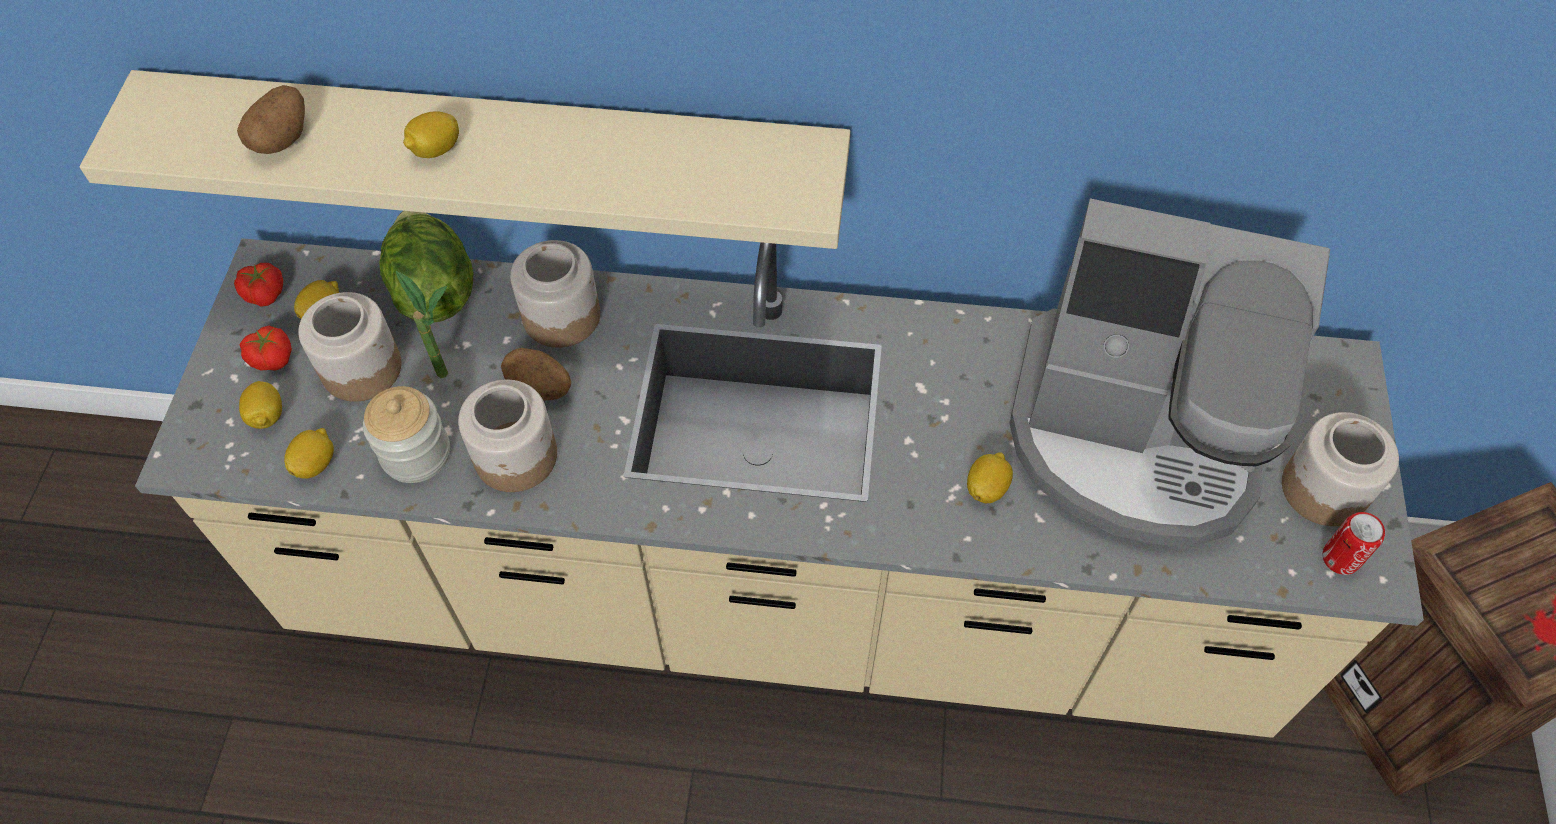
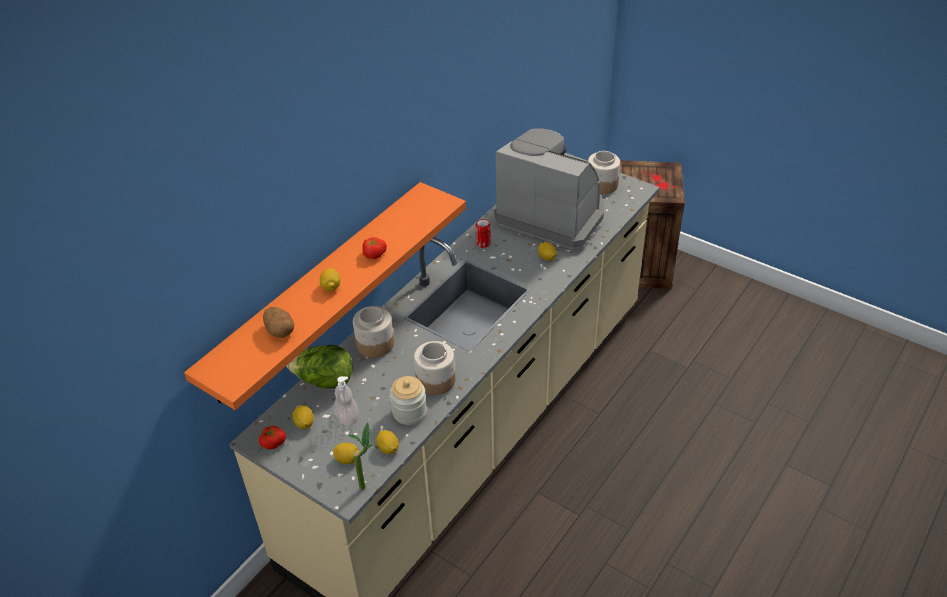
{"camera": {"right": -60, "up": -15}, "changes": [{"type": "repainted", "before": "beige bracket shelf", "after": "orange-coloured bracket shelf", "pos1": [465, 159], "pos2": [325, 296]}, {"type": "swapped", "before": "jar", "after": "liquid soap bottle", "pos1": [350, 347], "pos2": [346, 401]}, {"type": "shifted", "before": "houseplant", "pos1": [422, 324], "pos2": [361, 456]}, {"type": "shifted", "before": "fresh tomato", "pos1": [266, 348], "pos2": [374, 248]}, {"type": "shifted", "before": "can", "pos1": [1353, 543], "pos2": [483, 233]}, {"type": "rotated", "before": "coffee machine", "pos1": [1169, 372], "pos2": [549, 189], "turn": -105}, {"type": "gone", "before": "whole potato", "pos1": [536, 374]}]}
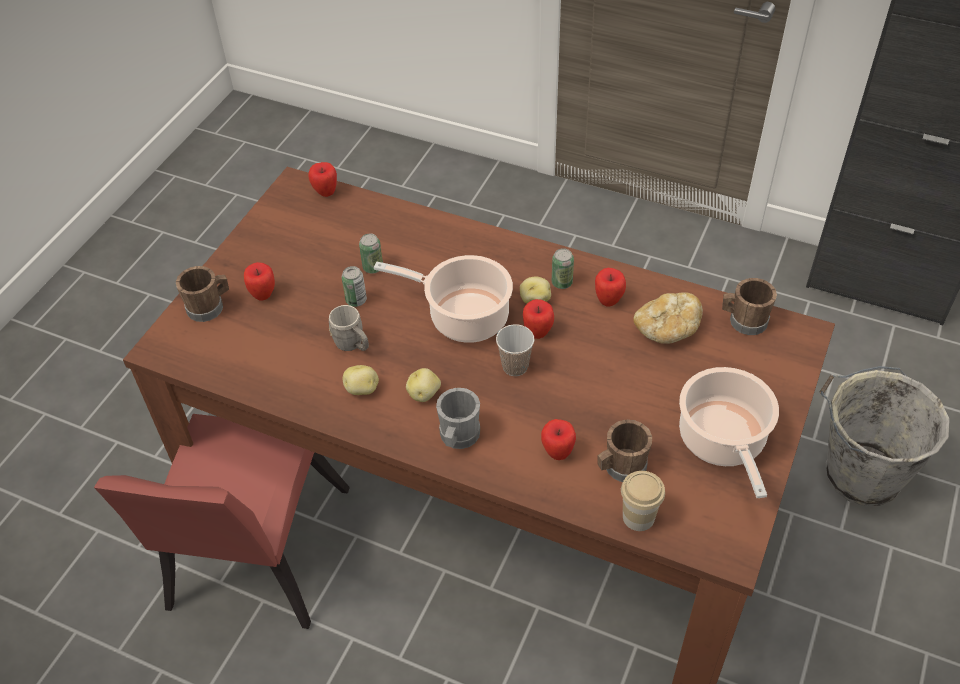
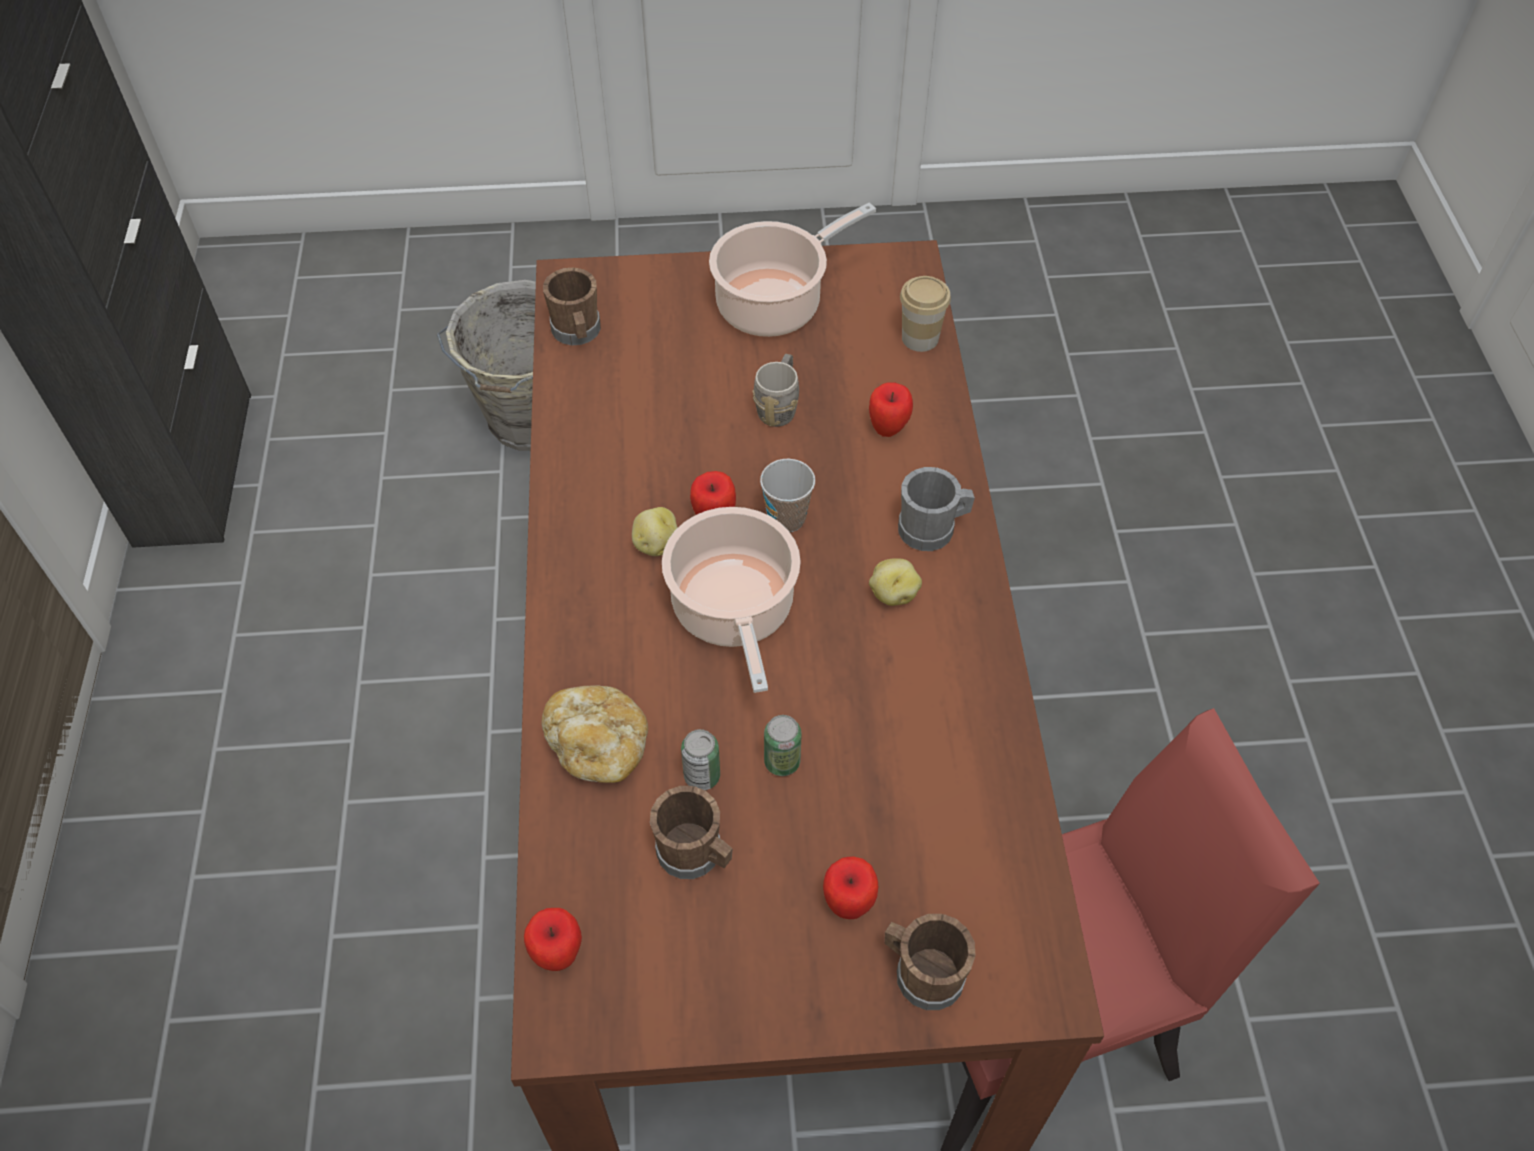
{"camera": {"right": -120, "up": 5}, "changes": [{"type": "shifted", "before": "bakery bread", "pos1": [668, 318], "pos2": [594, 734]}, {"type": "shifted", "before": "brown-coloured tea mug", "pos1": [625, 451], "pos2": [691, 832]}, {"type": "shifted", "before": "grey tea mug", "pos1": [349, 328], "pos2": [775, 390]}, {"type": "gone", "before": "whole potato", "pos1": [361, 380]}, {"type": "gone", "before": "can", "pos1": [563, 268]}, {"type": "gone", "before": "apple", "pos1": [610, 287]}]}
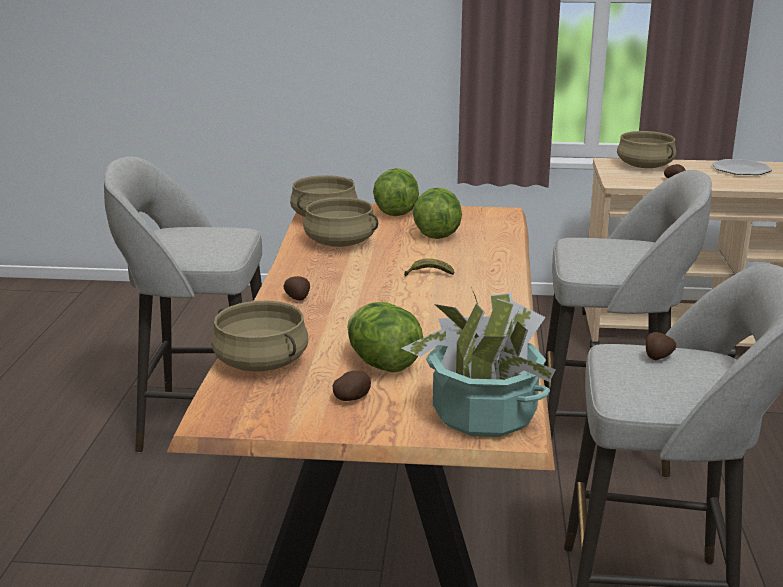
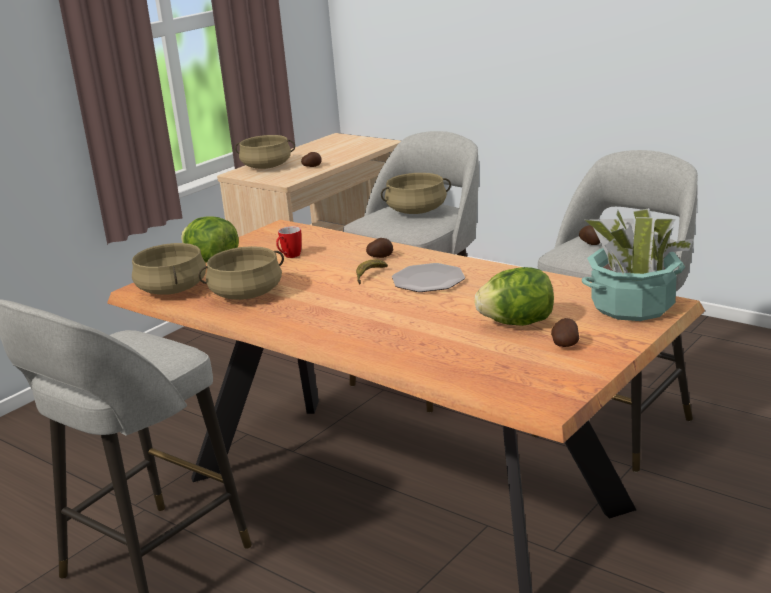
{"camera": {"right": -55, "up": 0}, "changes": [{"type": "swapped", "before": "head of lettuce", "after": "tea mug", "pos1": [437, 213], "pos2": [289, 242]}, {"type": "shifted", "before": "whole potato", "pos1": [297, 288], "pos2": [379, 248]}, {"type": "shifted", "before": "beige stockpot", "pos1": [259, 336], "pos2": [416, 193]}, {"type": "shifted", "before": "flat dish", "pos1": [742, 167], "pos2": [428, 277]}]}
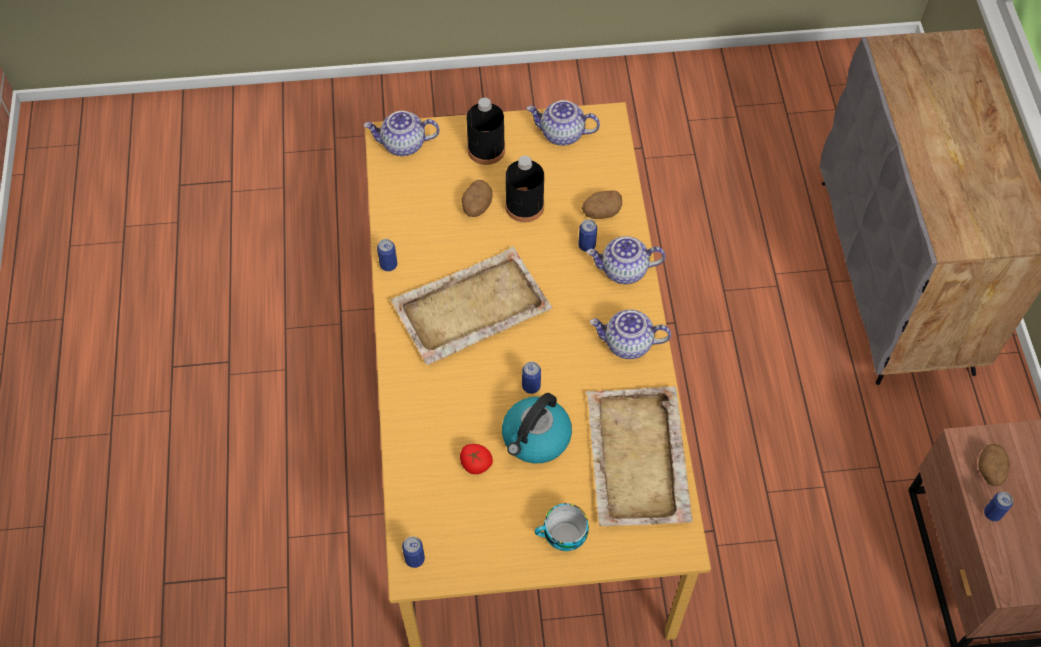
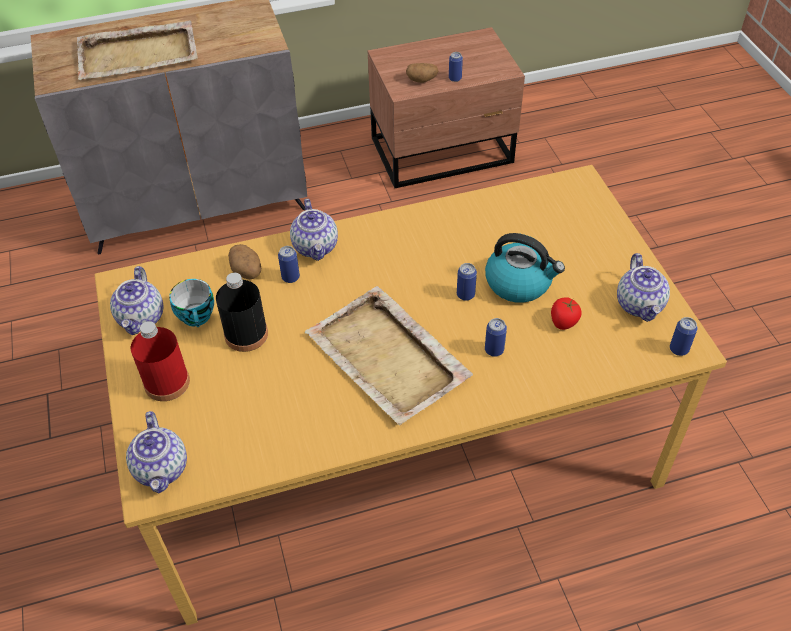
{"camera": {"right": -100, "up": -10}, "changes": [{"type": "shifted", "before": "beige tray", "pos1": [639, 456], "pos2": [137, 50]}, {"type": "repainted", "before": "blackish drink bottle", "after": "reddish drink bottle", "pos1": [485, 131], "pos2": [160, 361]}, {"type": "shifted", "before": "small cup", "pos1": [561, 527], "pos2": [191, 303]}, {"type": "shifted", "before": "can", "pos1": [387, 255], "pos2": [496, 337]}, {"type": "shifted", "before": "pot for tea", "pos1": [630, 334], "pos2": [643, 287]}, {"type": "gone", "before": "whole potato", "pos1": [477, 198]}]}
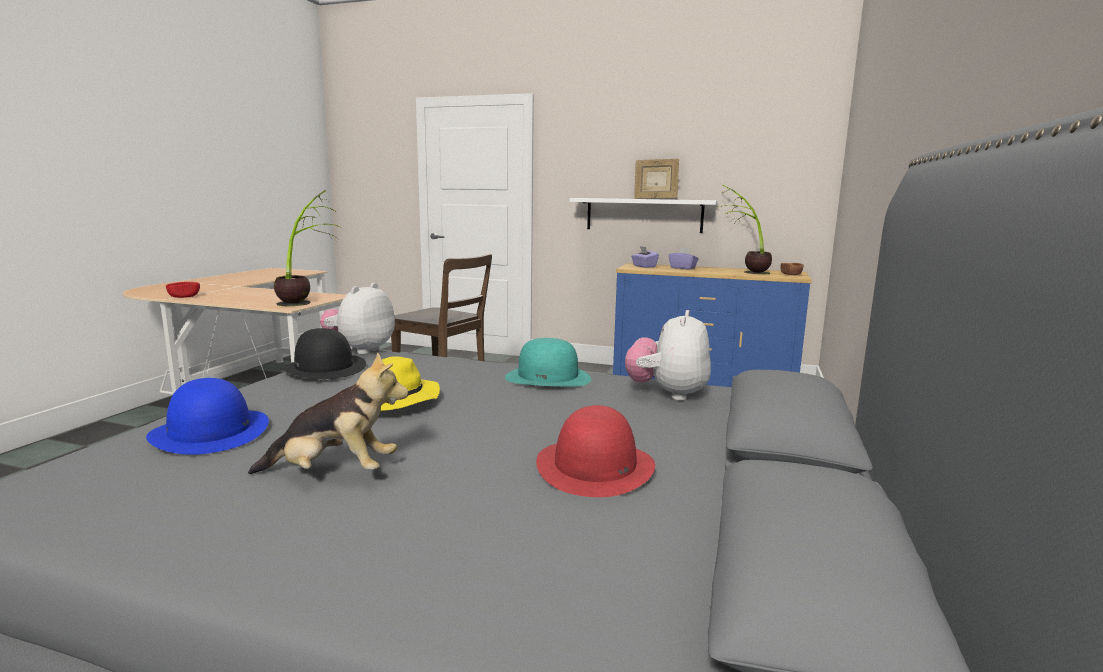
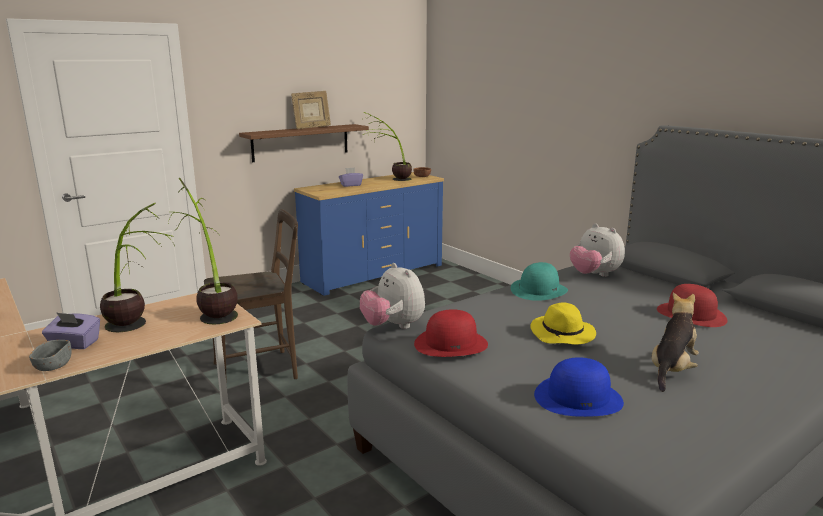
{"camera": {"right": -55, "up": 5}, "changes": [{"type": "repainted", "before": "reddish bowl", "after": "grey bowl", "pos1": [183, 290], "pos2": [50, 355]}, {"type": "shifted", "before": "purplish tissue holder", "pos1": [645, 257], "pos2": [71, 330]}, {"type": "new", "after": "houseplant", "pos2": [137, 267]}, {"type": "repainted", "before": "white-coloured bracket shelf", "after": "brown-coloured bracket shelf", "pos1": [643, 215], "pos2": [304, 143]}, {"type": "repainted", "before": "blackish clothing hat", "after": "reddish clothing hat", "pos1": [323, 353], "pos2": [451, 333]}]}
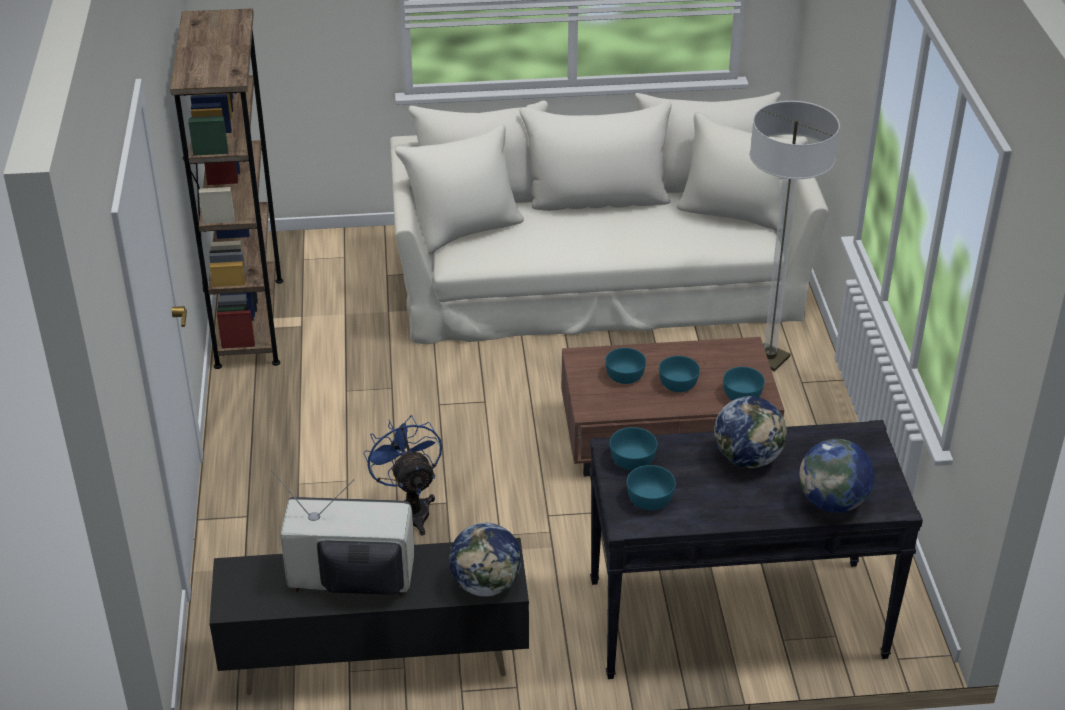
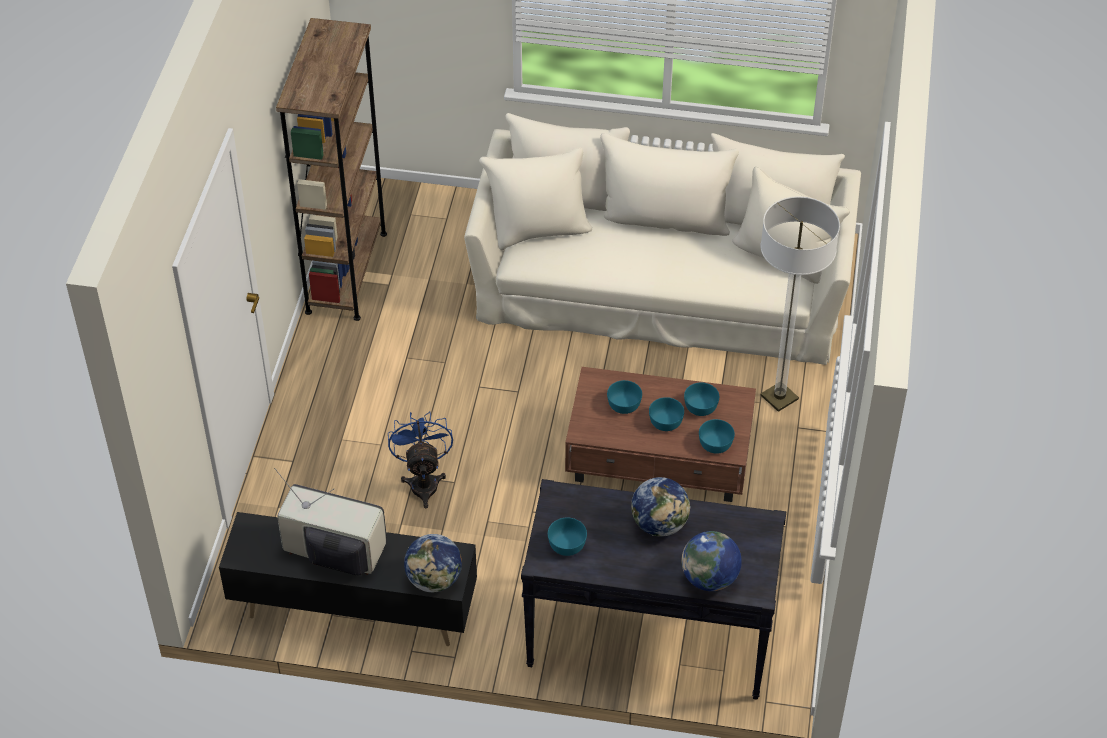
{"camera": {"right": 15, "up": 10}, "changes": [{"type": "shifted", "before": "turquoise bowl", "pos1": [633, 449], "pos2": [701, 399]}]}
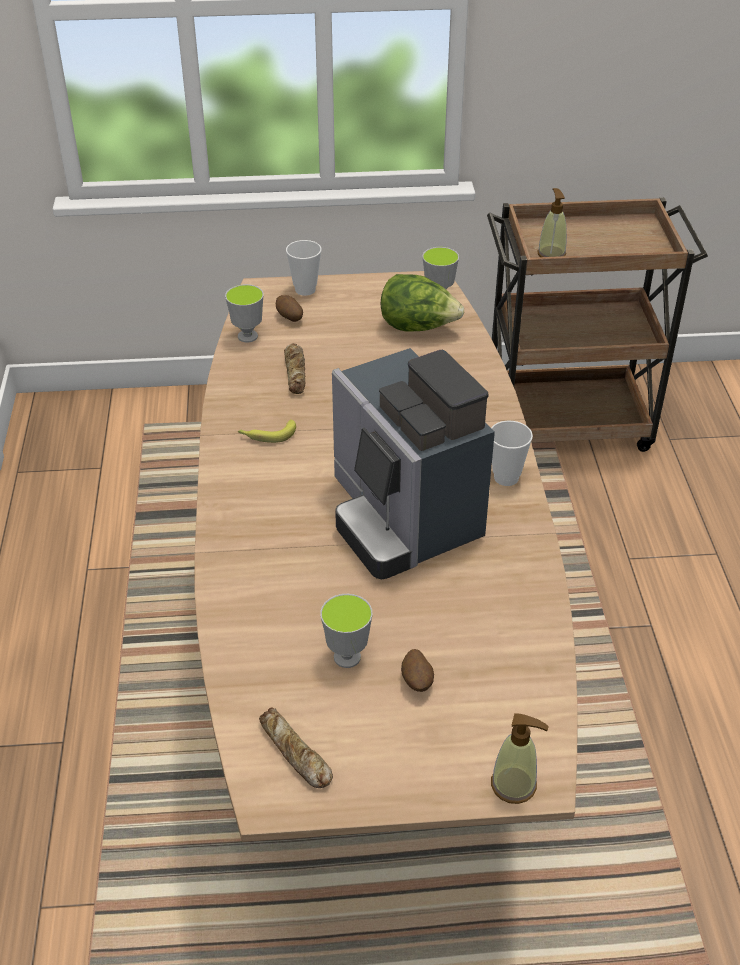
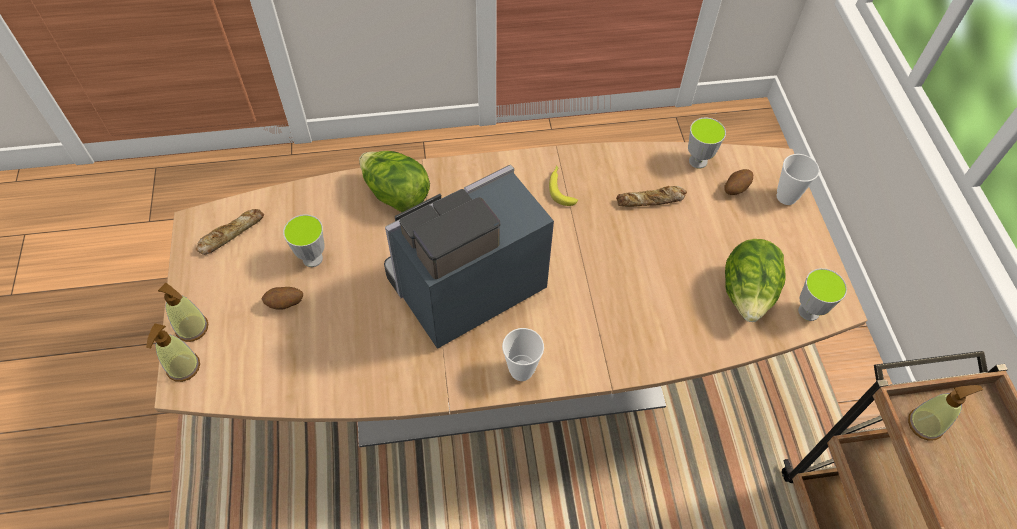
{"camera": {"right": 85, "up": 15}, "changes": [{"type": "new", "after": "liquid soap bottle", "pos2": [183, 312]}, {"type": "new", "after": "head of lettuce", "pos2": [394, 181]}]}
